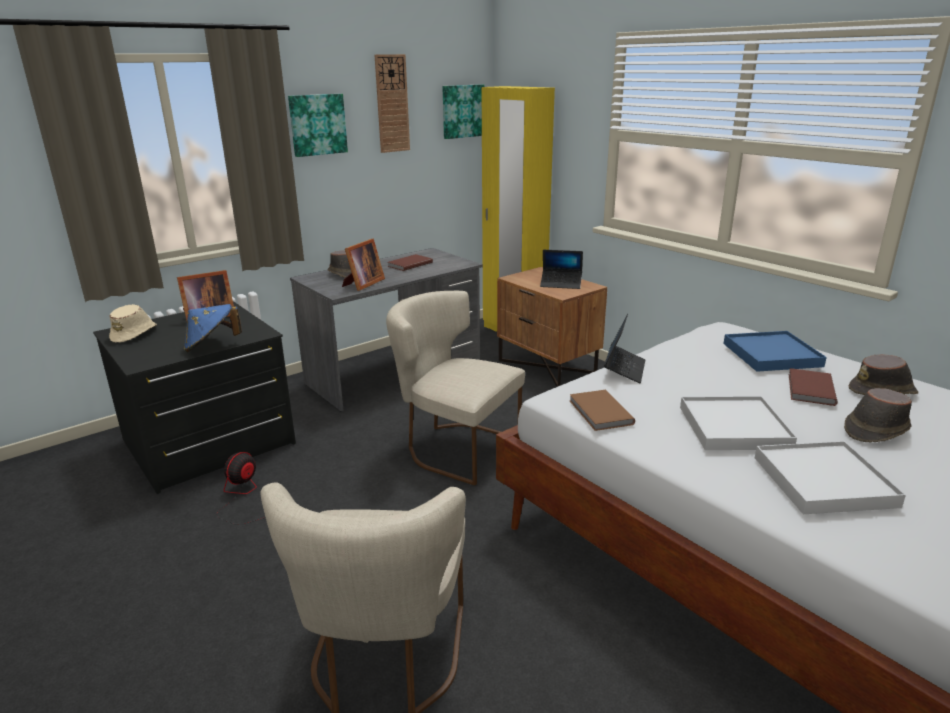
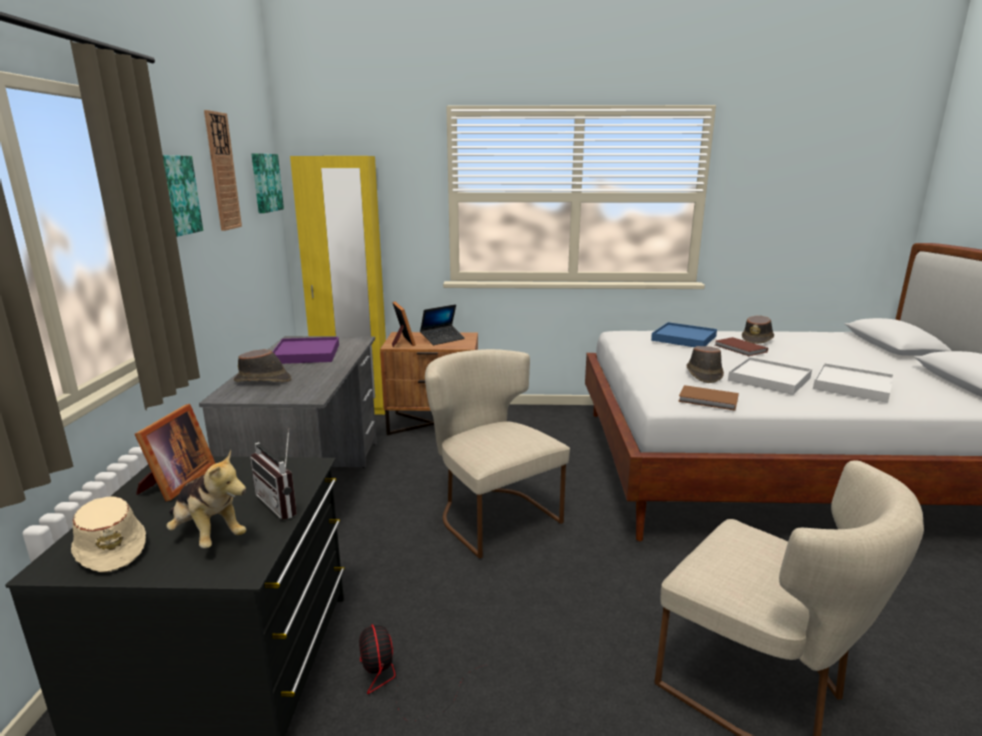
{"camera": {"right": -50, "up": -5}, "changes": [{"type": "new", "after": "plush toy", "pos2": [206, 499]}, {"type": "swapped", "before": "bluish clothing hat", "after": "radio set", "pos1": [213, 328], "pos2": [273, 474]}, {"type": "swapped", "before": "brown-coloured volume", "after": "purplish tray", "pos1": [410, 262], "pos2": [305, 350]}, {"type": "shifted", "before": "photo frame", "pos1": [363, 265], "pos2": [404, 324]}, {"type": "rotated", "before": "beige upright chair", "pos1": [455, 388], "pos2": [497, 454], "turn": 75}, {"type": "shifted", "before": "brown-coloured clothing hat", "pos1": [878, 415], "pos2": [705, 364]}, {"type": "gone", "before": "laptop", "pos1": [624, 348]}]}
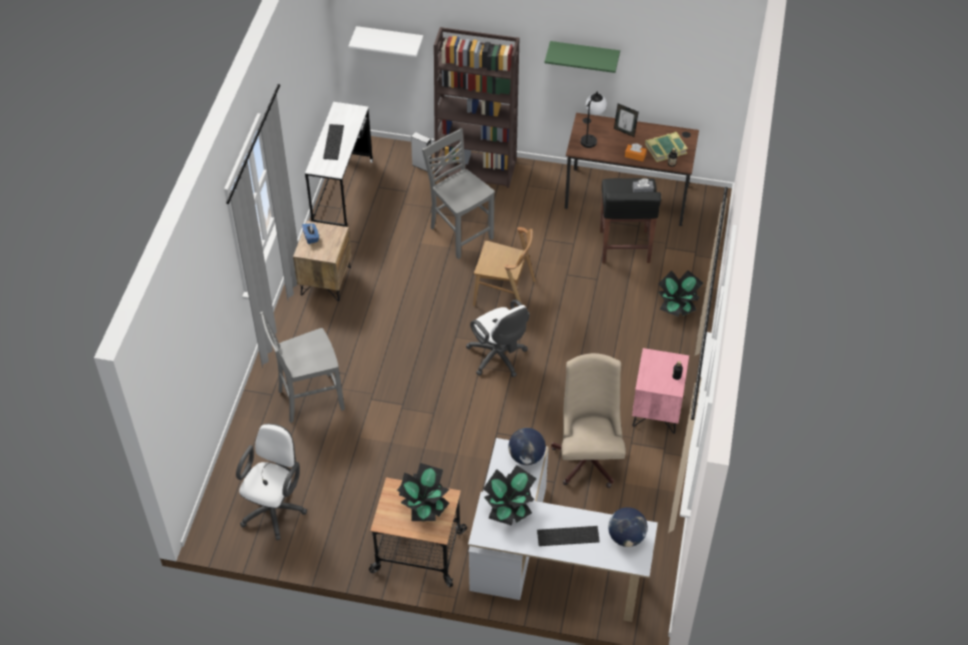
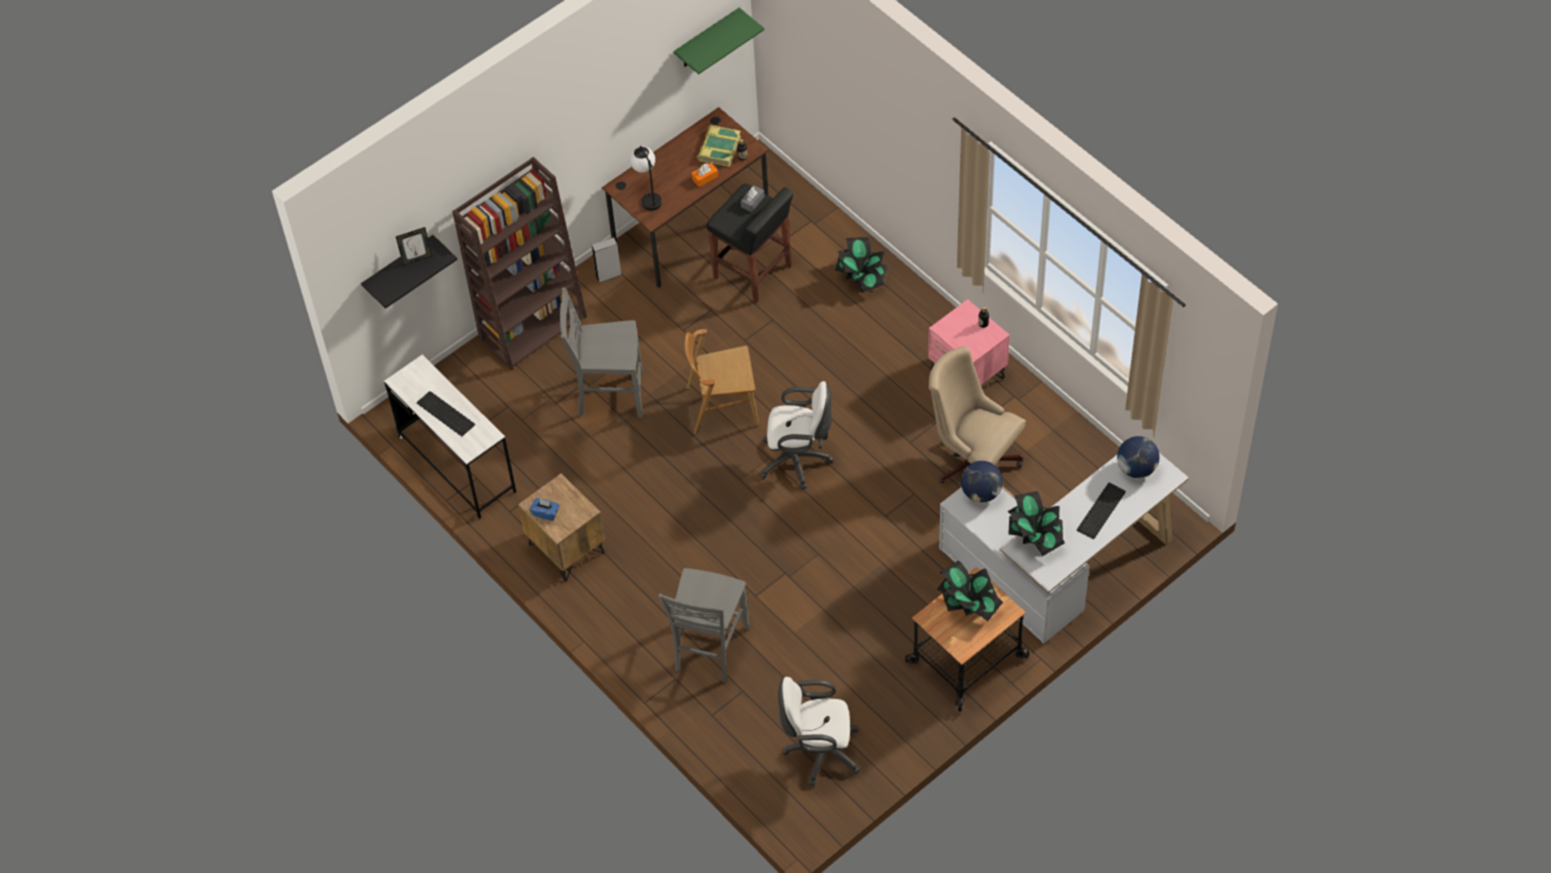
{"camera": {"right": -50, "up": 5}, "changes": [{"type": "repainted", "before": "white-coloured bracket shelf", "after": "blackish bracket shelf", "pos1": [386, 41], "pos2": [409, 272]}, {"type": "shifted", "before": "photo frame", "pos1": [626, 120], "pos2": [414, 246]}, {"type": "shifted", "before": "grey loudspeaker", "pos1": [421, 151], "pos2": [607, 260]}, {"type": "shifted", "before": "greenish bracket shelf", "pos1": [582, 57], "pos2": [719, 41]}, {"type": "rotated", "before": "brown-coloured upright chair", "pos1": [504, 266], "pos2": [721, 381], "turn": -150}, {"type": "rotated", "before": "white-coloured computer chair", "pos1": [271, 481], "pos2": [819, 731], "turn": -60}]}
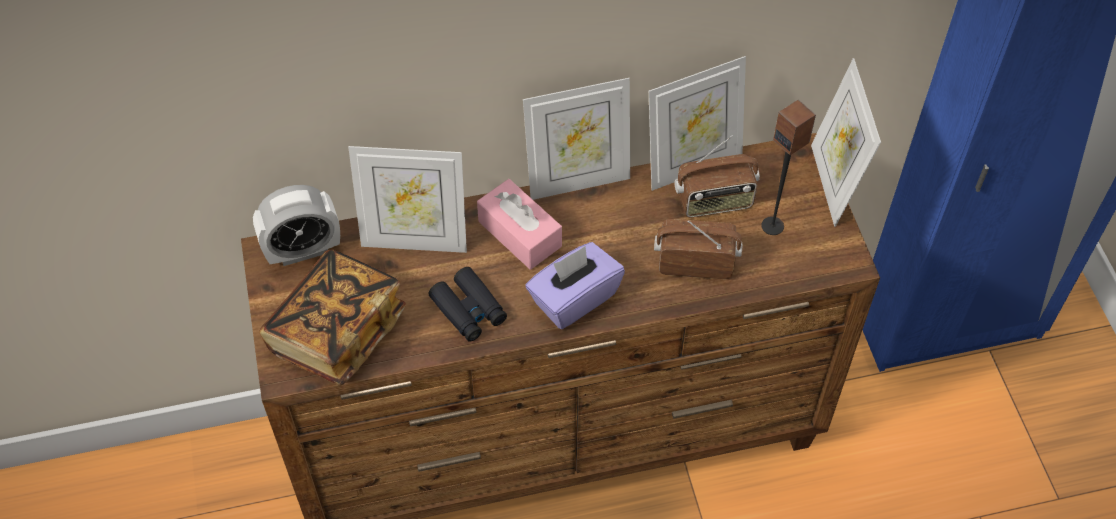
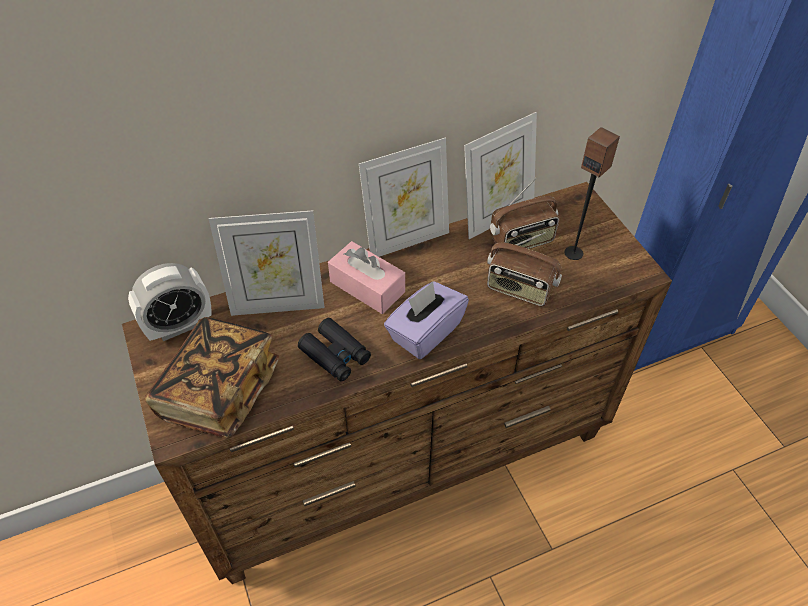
{"camera": {"right": -10, "up": -5}, "changes": [{"type": "rotated", "before": "radio set", "pos1": [698, 249], "pos2": [524, 269], "turn": -150}, {"type": "gone", "before": "photo frame", "pos1": [846, 142]}]}
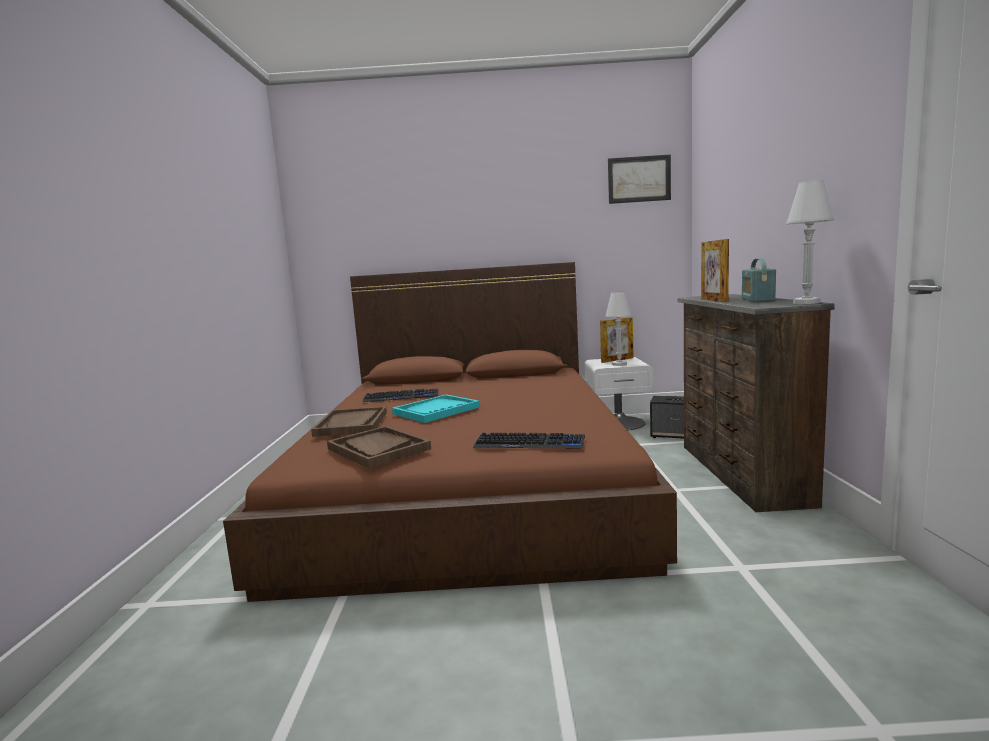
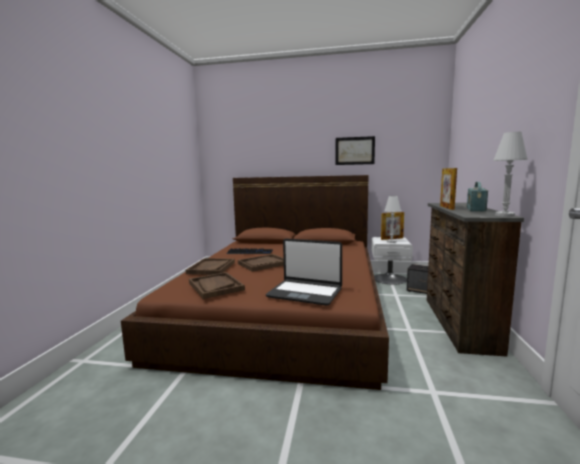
{"camera": {"right": 10, "up": 0}, "changes": [{"type": "repainted", "before": "turquoise tray", "after": "brown-coloured tray", "pos1": [436, 408], "pos2": [261, 263]}, {"type": "swapped", "before": "PC keyboard", "after": "laptop", "pos1": [529, 440], "pos2": [304, 272]}, {"type": "shifted", "before": "wall picture", "pos1": [639, 179], "pos2": [355, 150]}]}
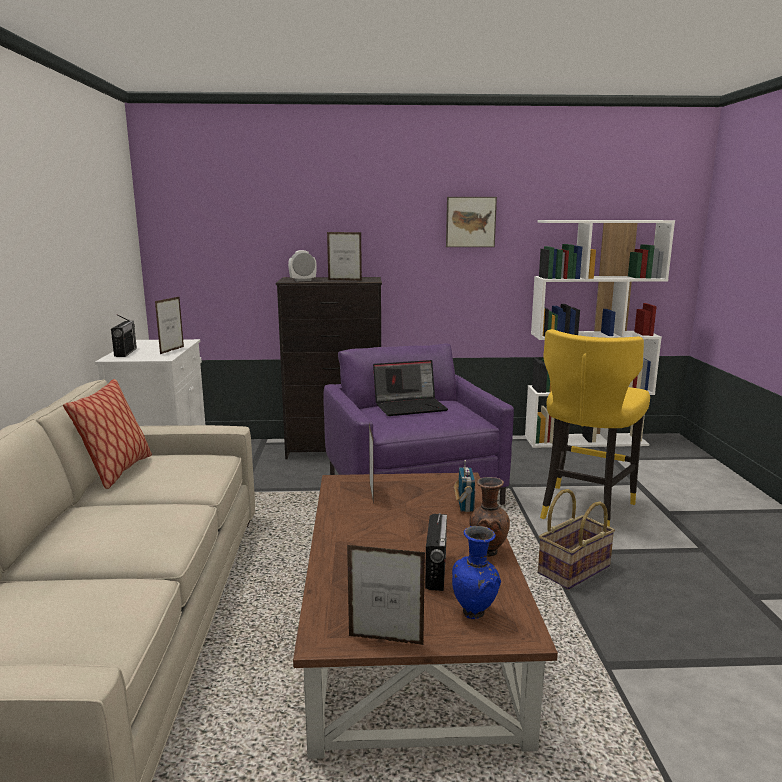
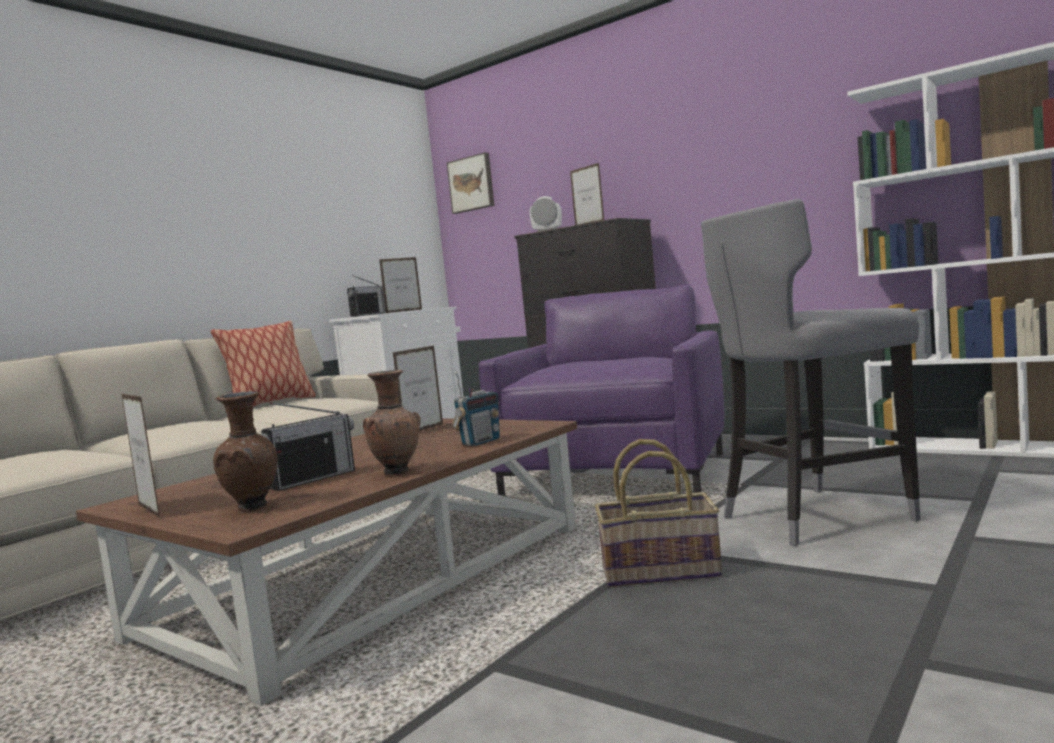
{"camera": {"right": 40, "up": -10}, "changes": [{"type": "repainted", "before": "bluish flower vase", "after": "brown-coloured flower vase", "pos1": [476, 572], "pos2": [245, 451]}, {"type": "shifted", "before": "wall picture", "pos1": [471, 222], "pos2": [471, 183]}, {"type": "repainted", "before": "yellowish stool seat", "after": "grey stool seat", "pos1": [595, 428], "pos2": [811, 372]}, {"type": "gone", "before": "laptop", "pos1": [410, 388]}]}
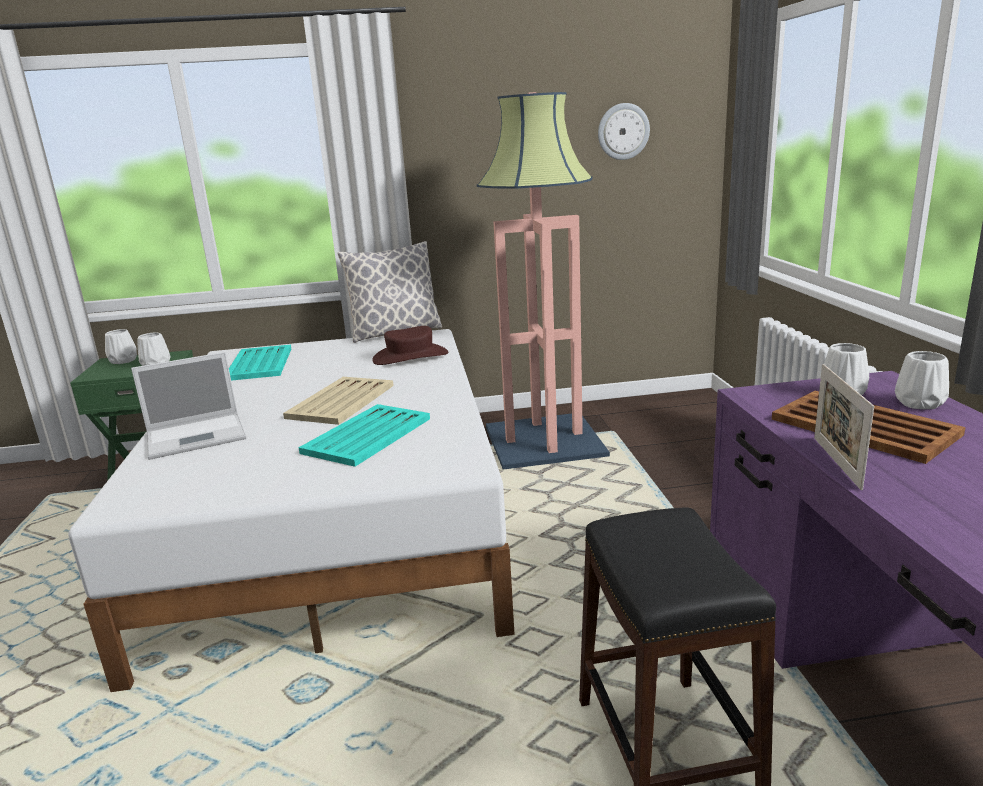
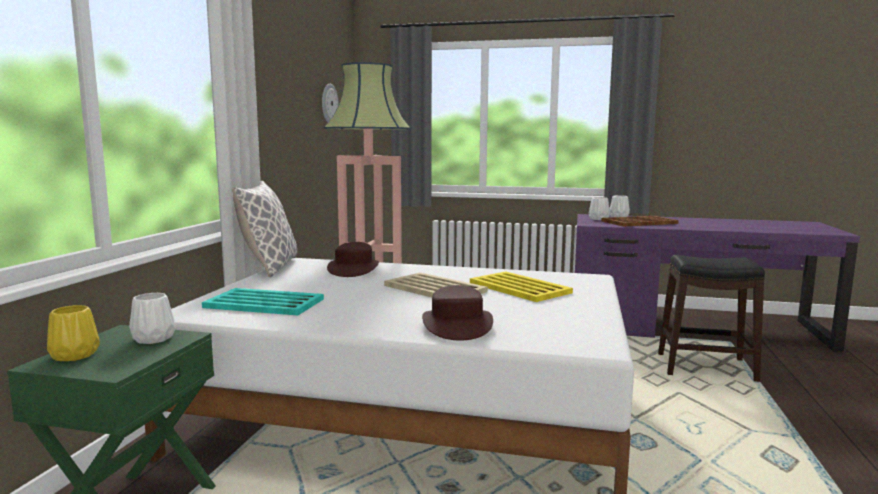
{"camera": {"right": -70, "up": -10}, "changes": [{"type": "repainted", "before": "white-coloured flower vase", "after": "yellowish flower vase", "pos1": [121, 346], "pos2": [73, 333]}, {"type": "swapped", "before": "laptop", "after": "brown-coloured clothing hat", "pos1": [188, 406], "pos2": [457, 313]}, {"type": "repainted", "before": "turquoise tray", "after": "yellowish tray", "pos1": [364, 435], "pos2": [521, 287]}, {"type": "gone", "before": "photo frame", "pos1": [844, 427]}]}
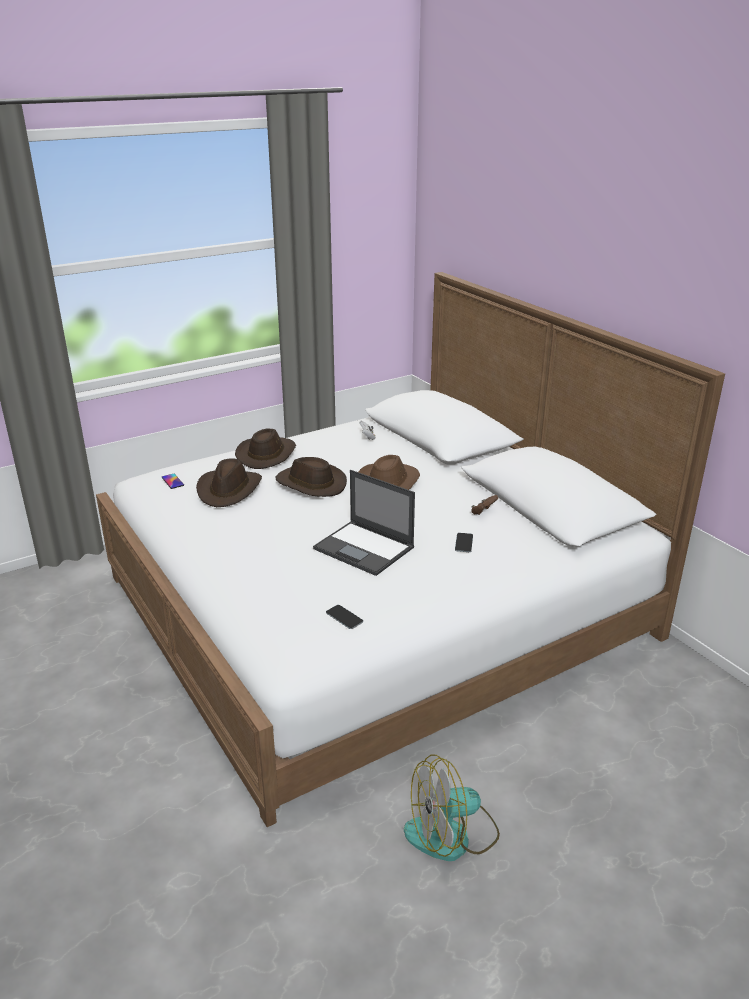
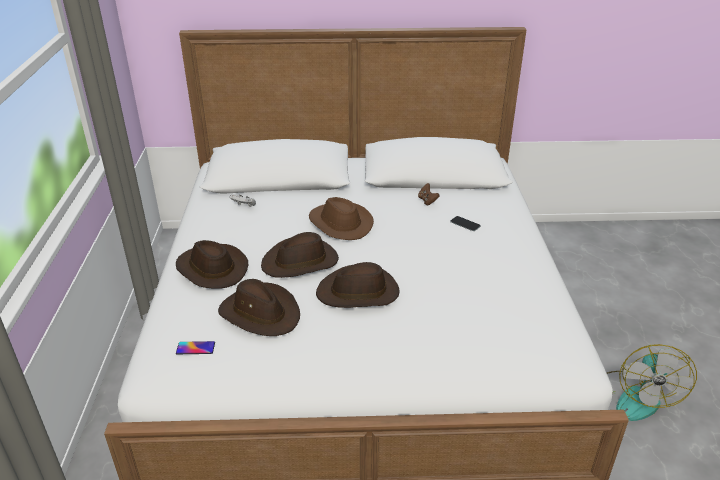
{"camera": {"right": -60, "up": 5}, "changes": [{"type": "new", "after": "brown-coloured clothing hat", "pos2": [358, 285]}, {"type": "gone", "before": "laptop", "pos1": [364, 523]}, {"type": "gone", "before": "phone", "pos1": [344, 617]}]}
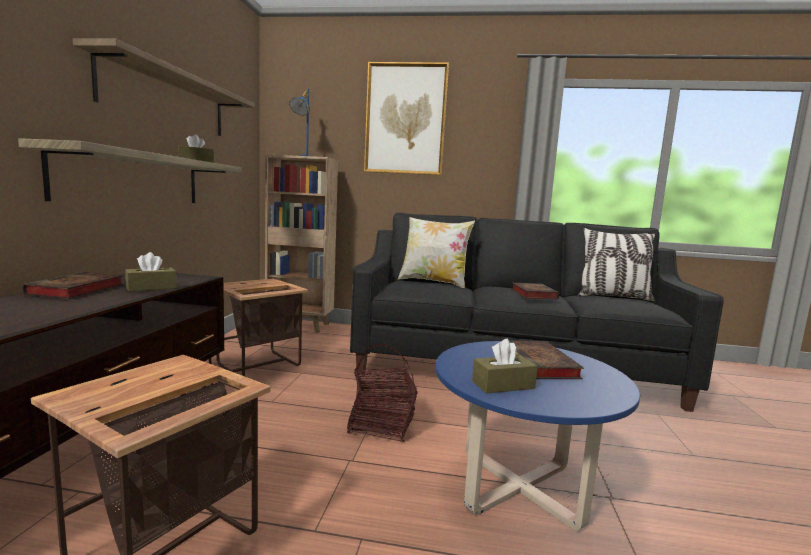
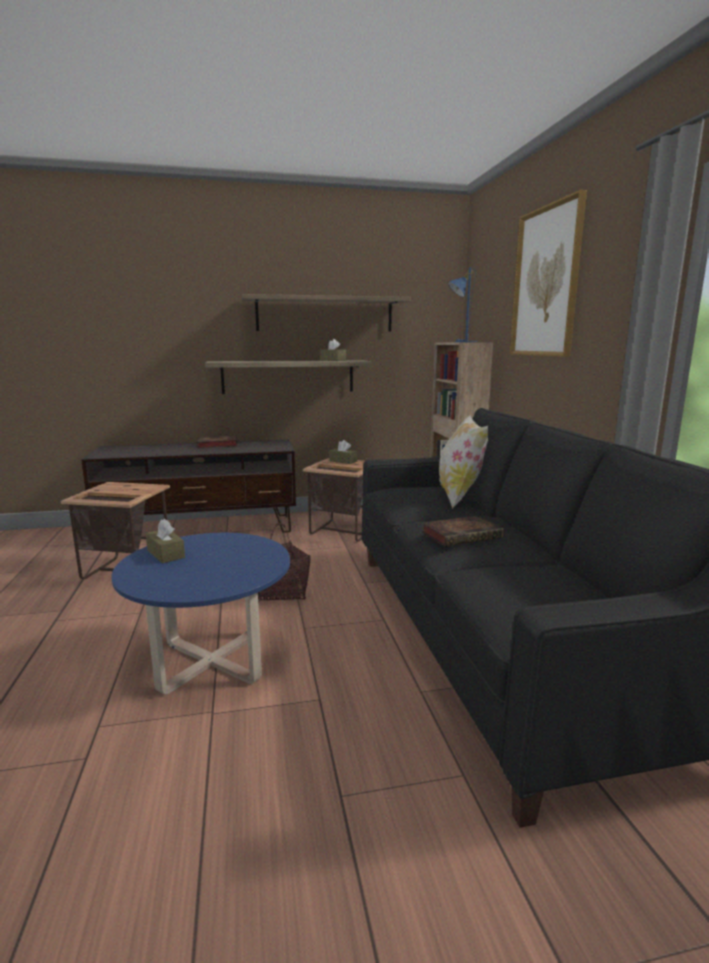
{"camera": {"right": 70, "up": 5}, "changes": [{"type": "shifted", "before": "brown-coloured tissue holder", "pos1": [150, 272], "pos2": [343, 452]}, {"type": "gone", "before": "volume", "pos1": [546, 359]}, {"type": "gone", "before": "pillow", "pos1": [616, 264]}]}
